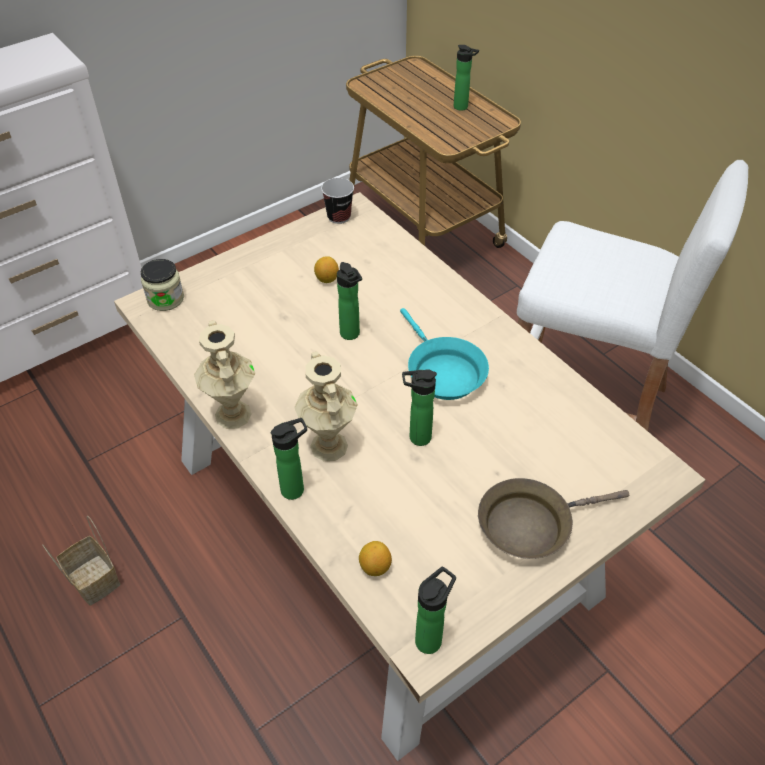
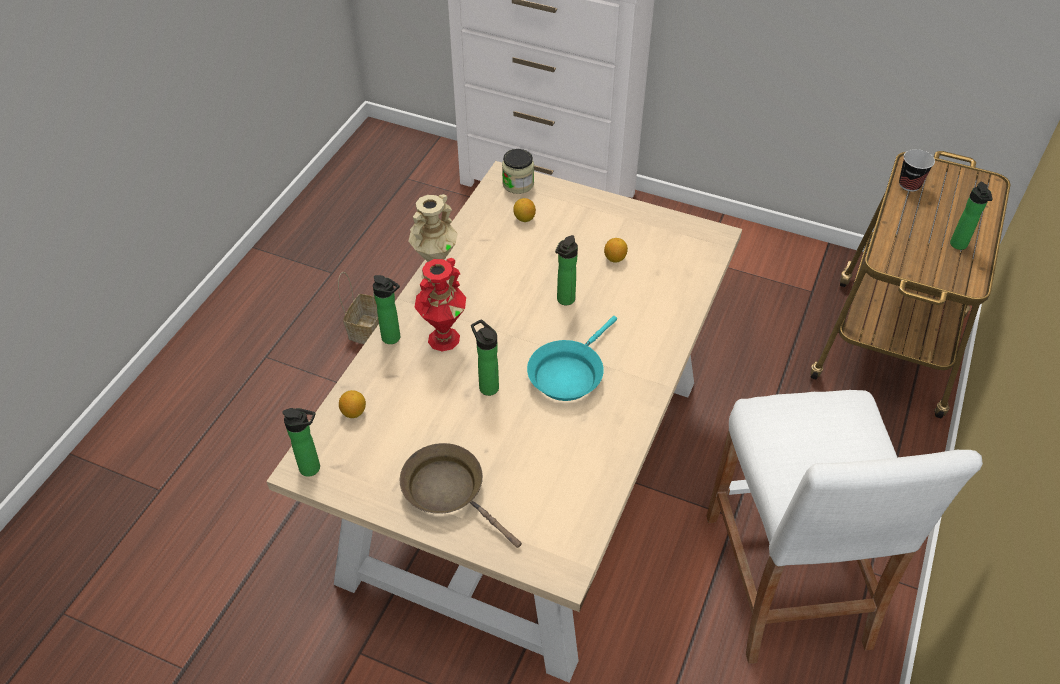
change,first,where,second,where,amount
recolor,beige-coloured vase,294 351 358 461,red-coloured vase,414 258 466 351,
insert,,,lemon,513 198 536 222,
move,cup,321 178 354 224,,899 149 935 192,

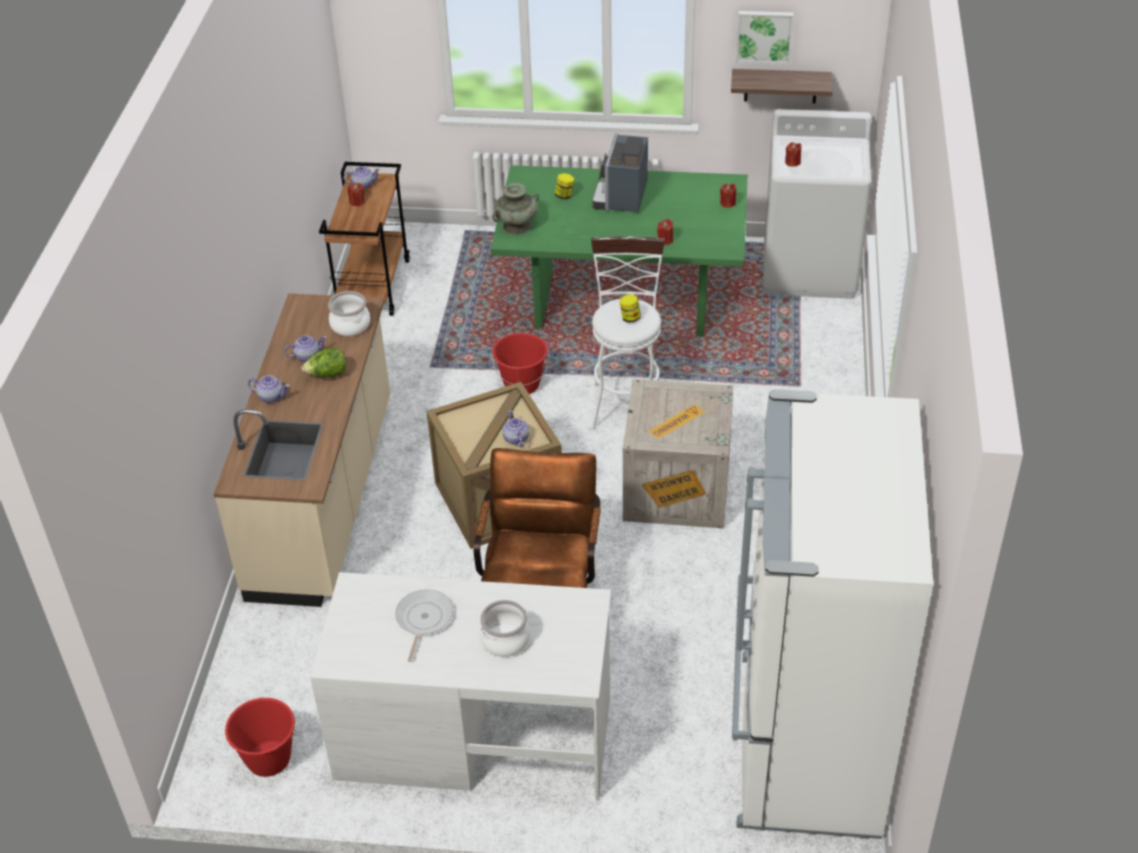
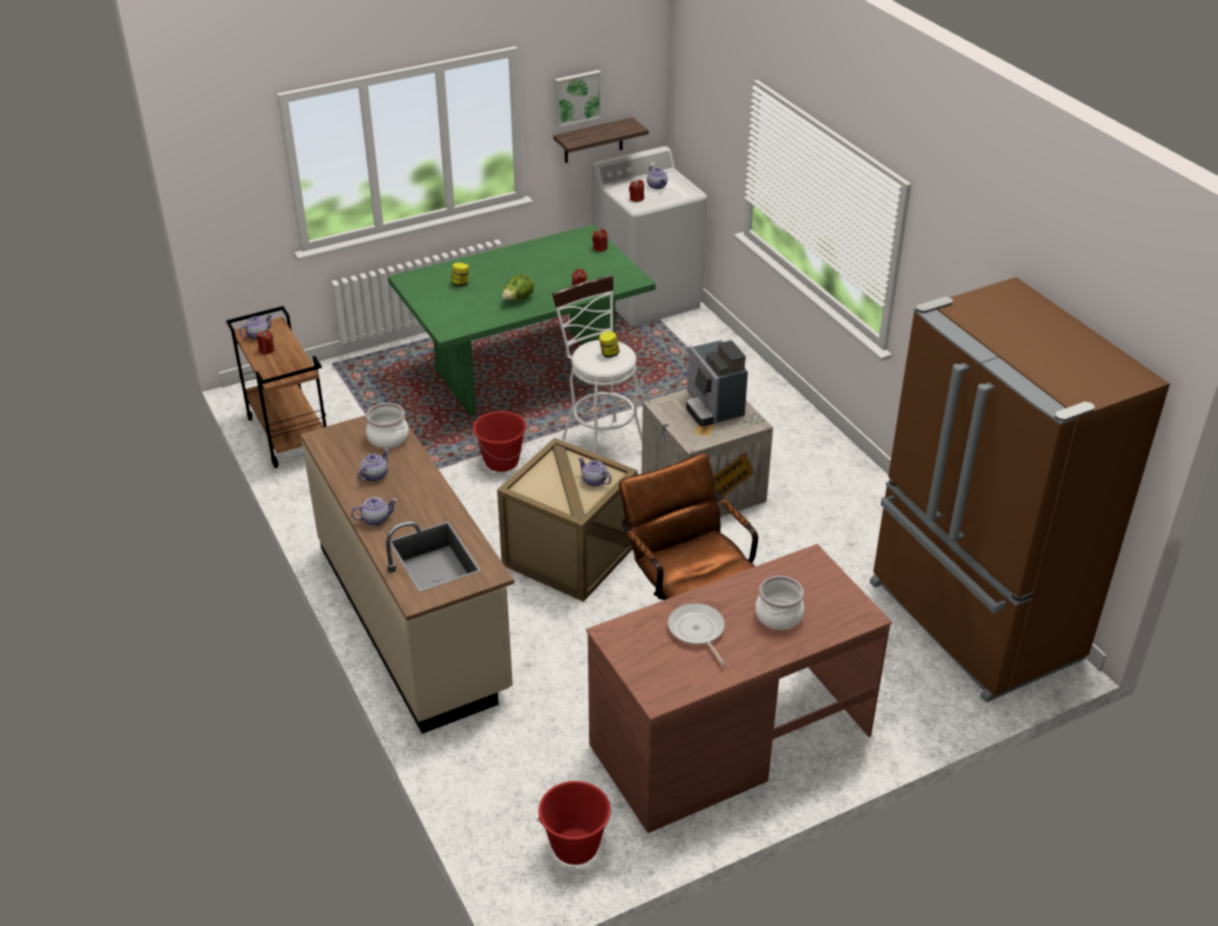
change,first,where,second,where,amount
move,lettuce,302 348 346 378,,502 274 534 300,
recolor,white desk unit,310 572 611 800,brown desk unit,586 544 892 833,
insert,,,pot for tea,647 166 668 189,
move,coffee maker,592 133 648 213,,686 340 748 427,
recolor,white fridge,732 389 933 839,brown fridge,870 277 1170 703,
delete,turquoise-coloured vase,493 183 539 235,,,

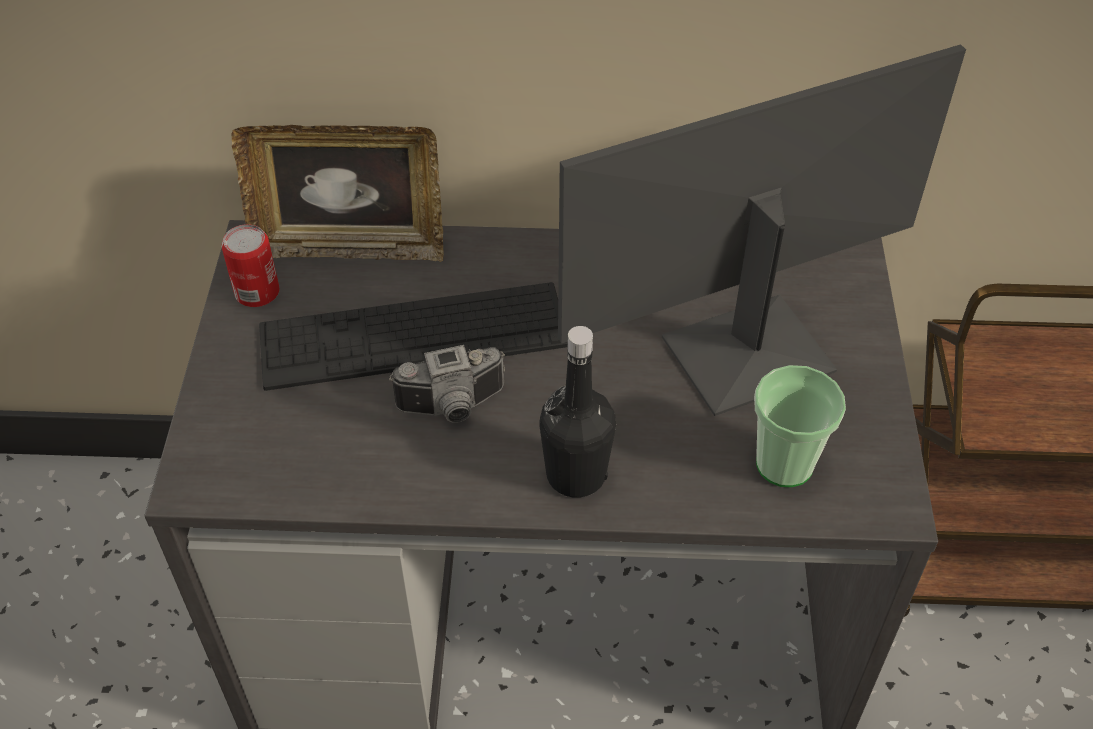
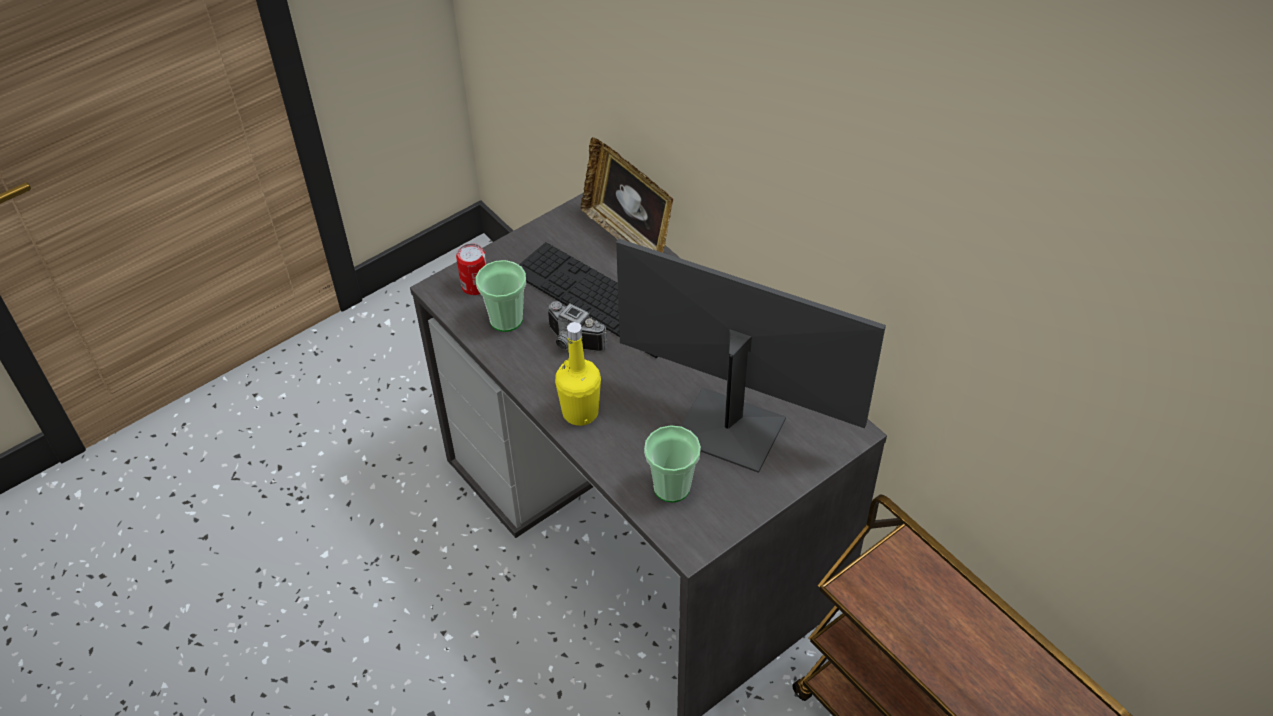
change,first,where,second,where,amount
move,sealed can,221 224 280 307,,456 244 487 295,
insert,,,cup,476 260 526 332,
recolor,black-coloured beverage bottle,539 326 616 498,yellow beverage bottle,555 322 601 426,

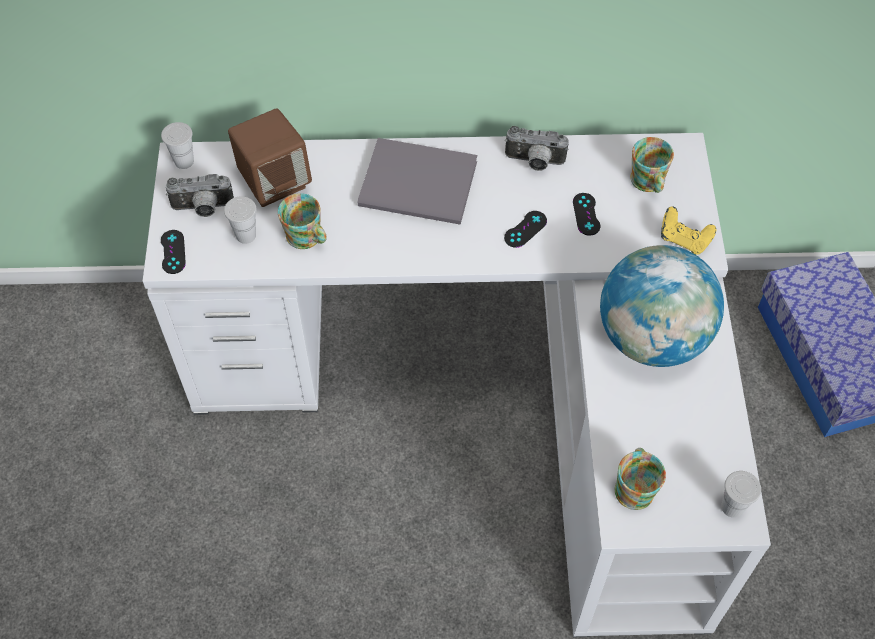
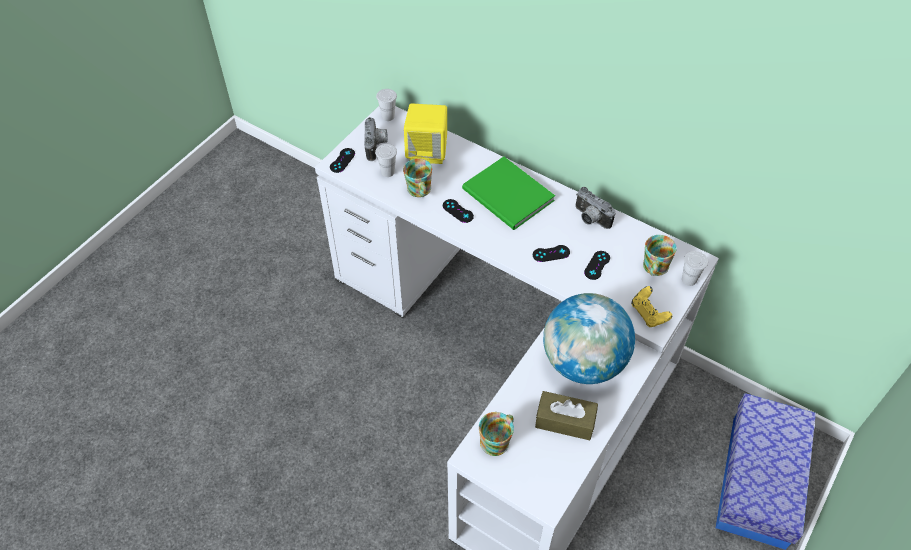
change,first,where,second,where,amount
rotate,still camera,166 174 234 217,,364 117 388 161,120 degrees counterclockwise
recolor,brown speaker,228 108 312 207,yellow speaker,404 103 447 164,
insert,,,black-coloured gamepad,443 199 474 223,
recolor,greyish volume,358 138 477 225,green volume,462 157 555 230,
insert,,,brown tissue holder,535 391 598 440,
move,white cup,721 471 761 518,,682 251 708 286,

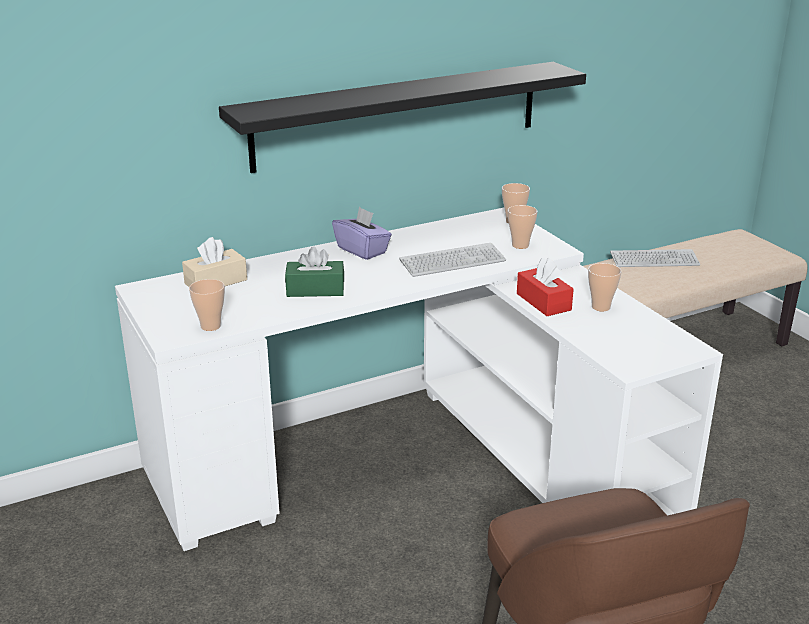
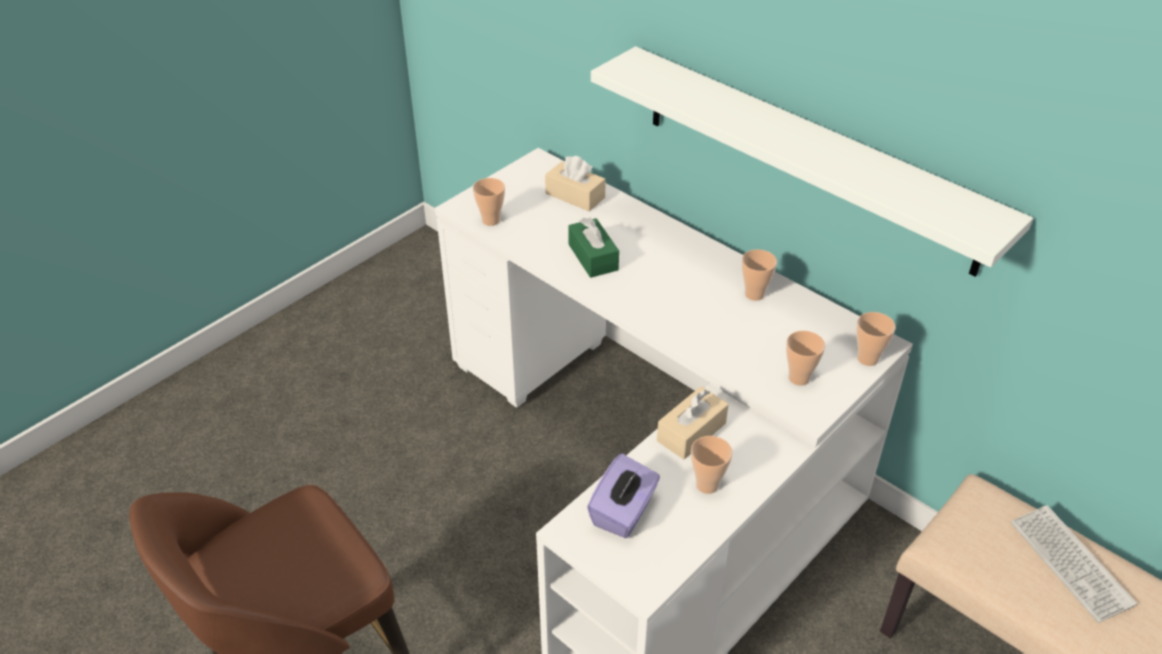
change,first,where,second,where,amount
move,purple-coloured tissue holder,332 207 392 260,,587 454 660 538,
recolor,black-coloured shelf,219 62 586 173,white shelf,591 46 1033 277,
recolor,red-coloured tissue holder,517 258 574 316,beige-coloured tissue holder,657 387 729 459,
insert,,,cup,742 249 777 301,
delete,computer keyboard,399 243 506 277,,,

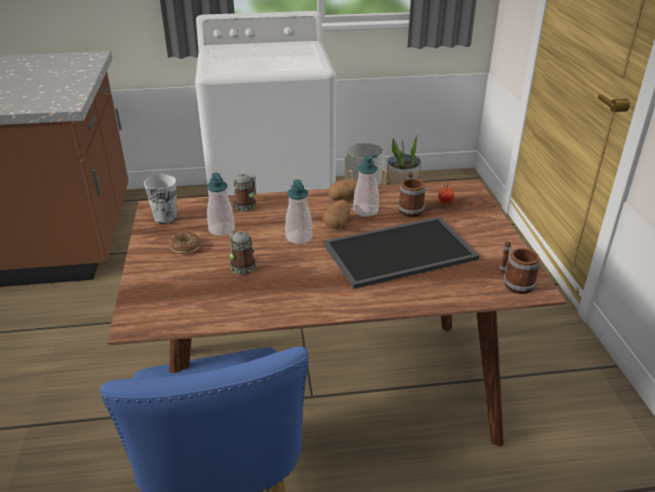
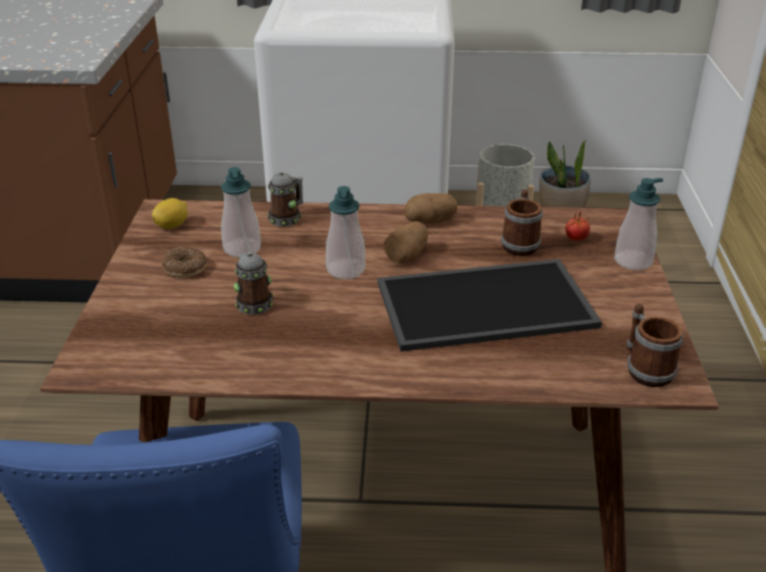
change,first,where,second,where,amount
replace,cup,144 175 177 224,lemon,152 198 188 229,
move,soap dispenser,353 155 379 217,,614 178 663 270,

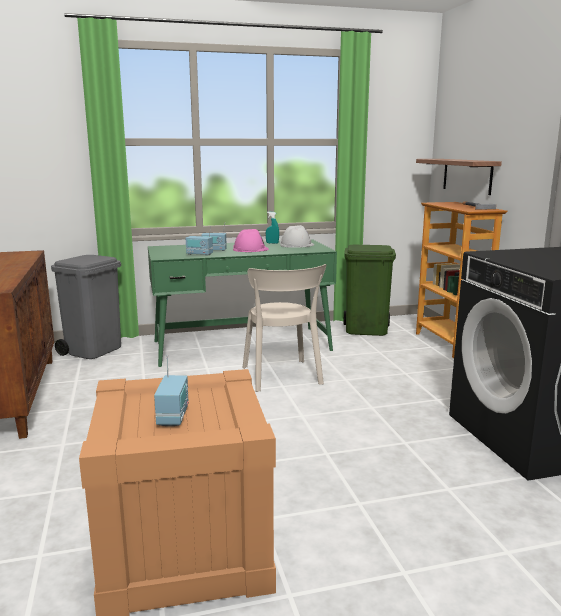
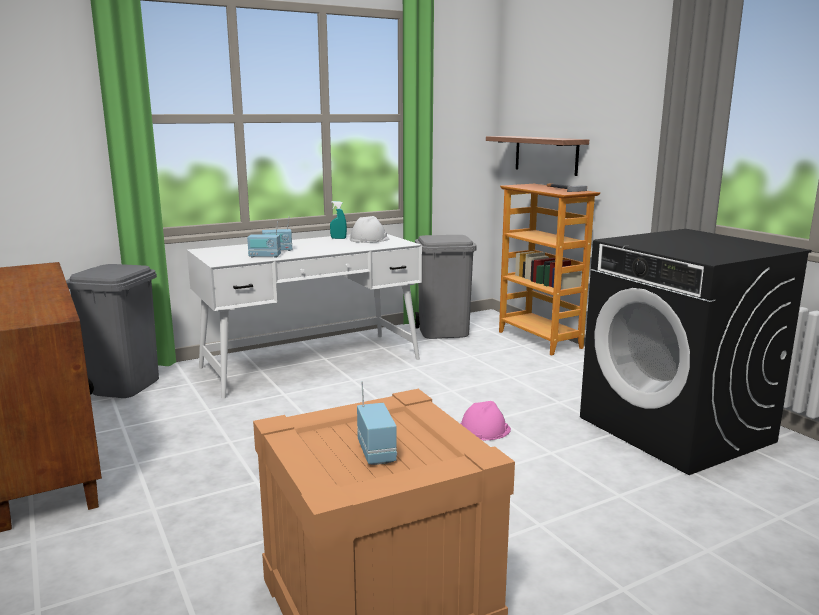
change,first,where,second,where,amount
recolor,green desk unit,148 239 337 367,white desk unit,187 234 422 399,
recolor,green waste bin,343 245 396 336,greyish waste bin,415 235 477 339,
move,pink-coloured safety helmet,233 229 269 252,,460 401 511 440,
delete,beige-coloured chair,242 264 327 392,,,

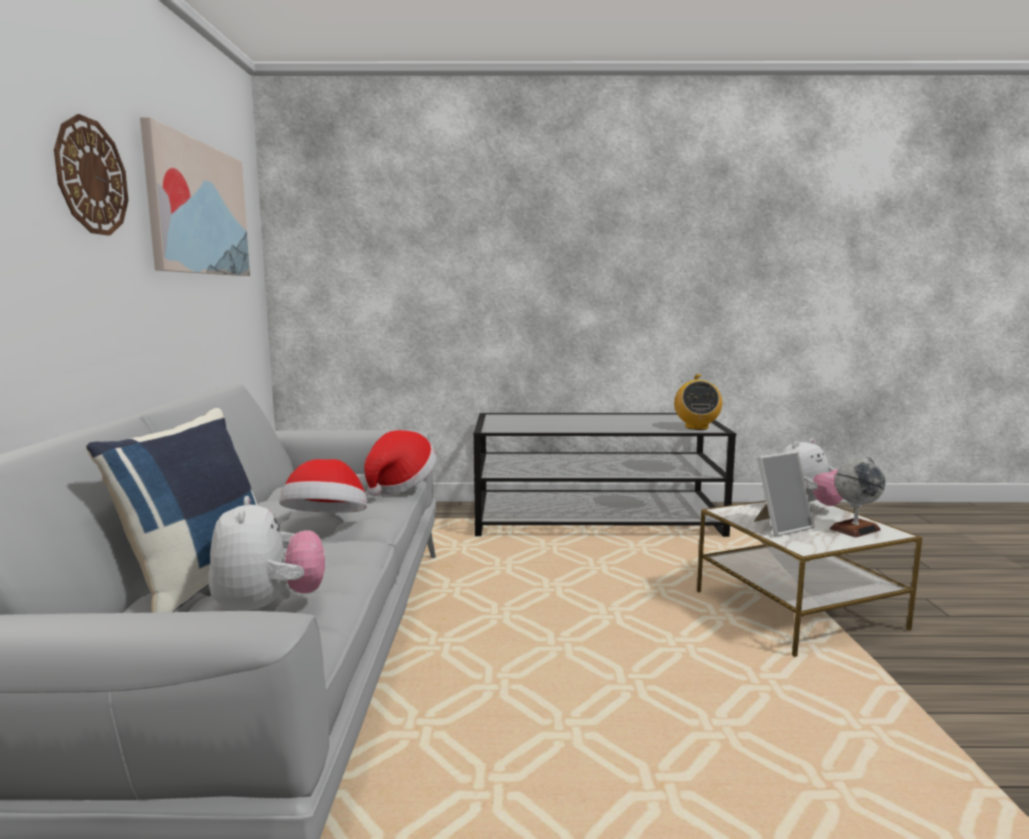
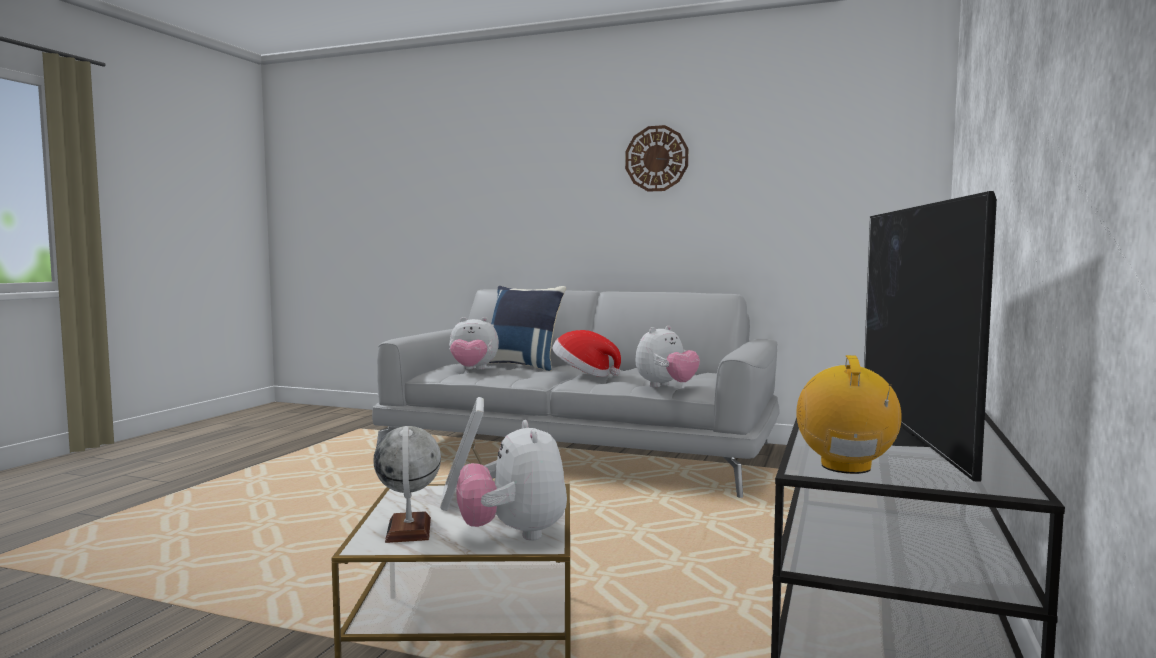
change,first,where,second,where,amount
replace,wearable hat,364 430 436 496,cuddly toy,636 325 700 387,
rotate,radio,674 374 722 430,,796 355 902 474,75 degrees clockwise
insert,,,TV set,864 191 997 482,
delete,wall art,140 117 250 276,,,

